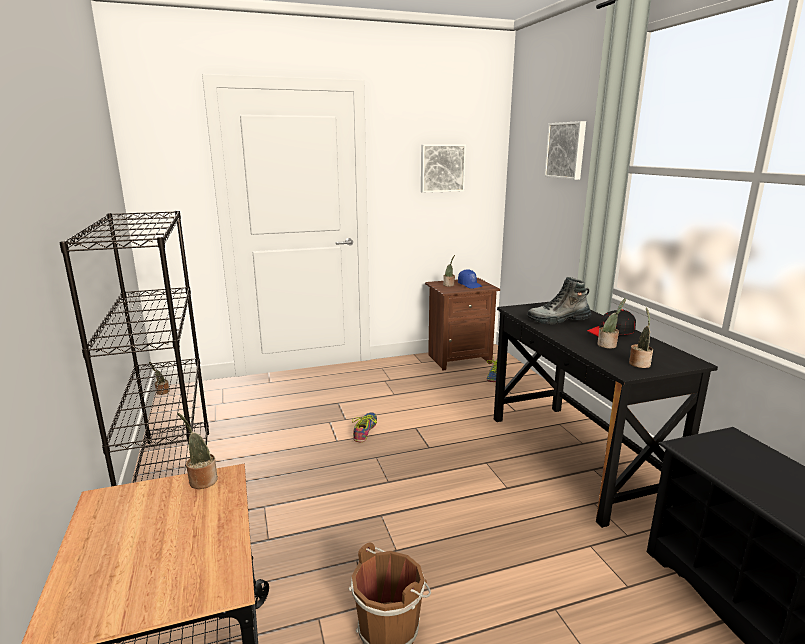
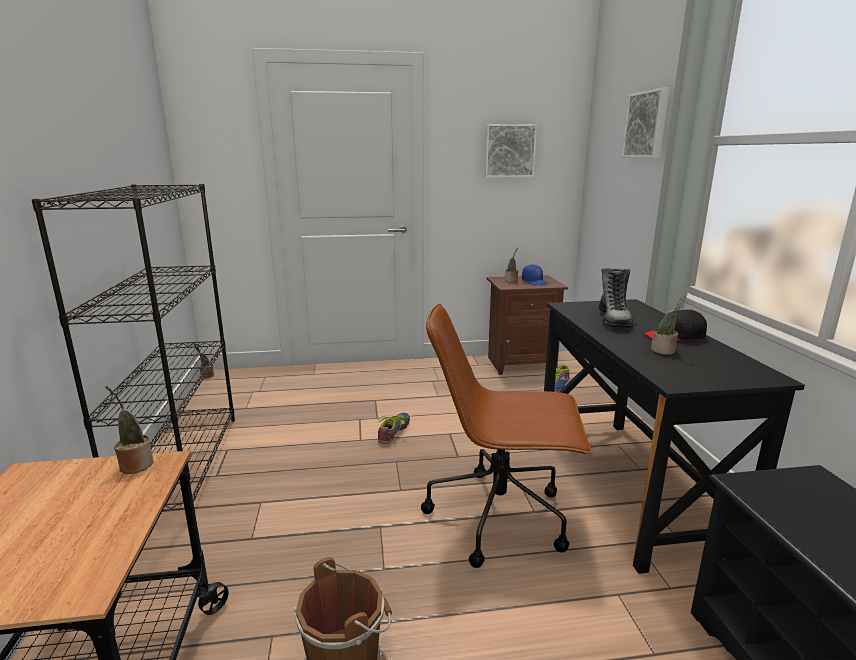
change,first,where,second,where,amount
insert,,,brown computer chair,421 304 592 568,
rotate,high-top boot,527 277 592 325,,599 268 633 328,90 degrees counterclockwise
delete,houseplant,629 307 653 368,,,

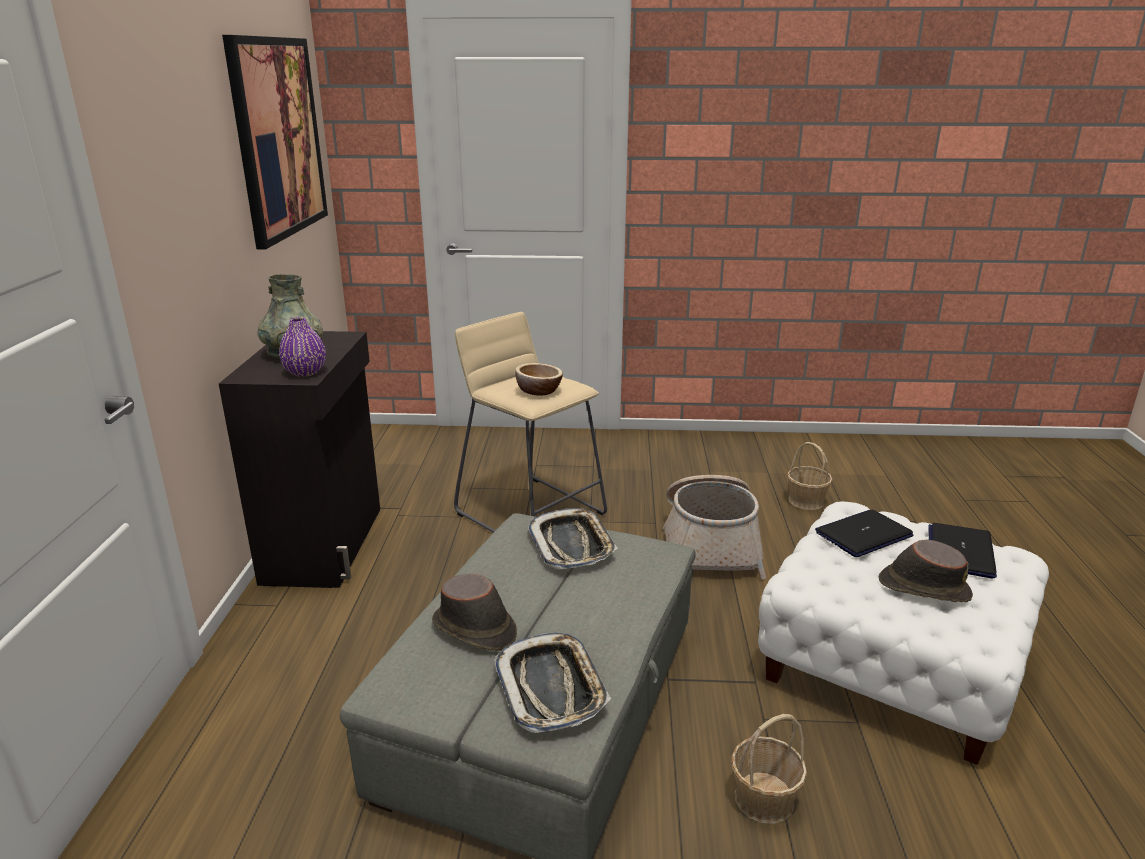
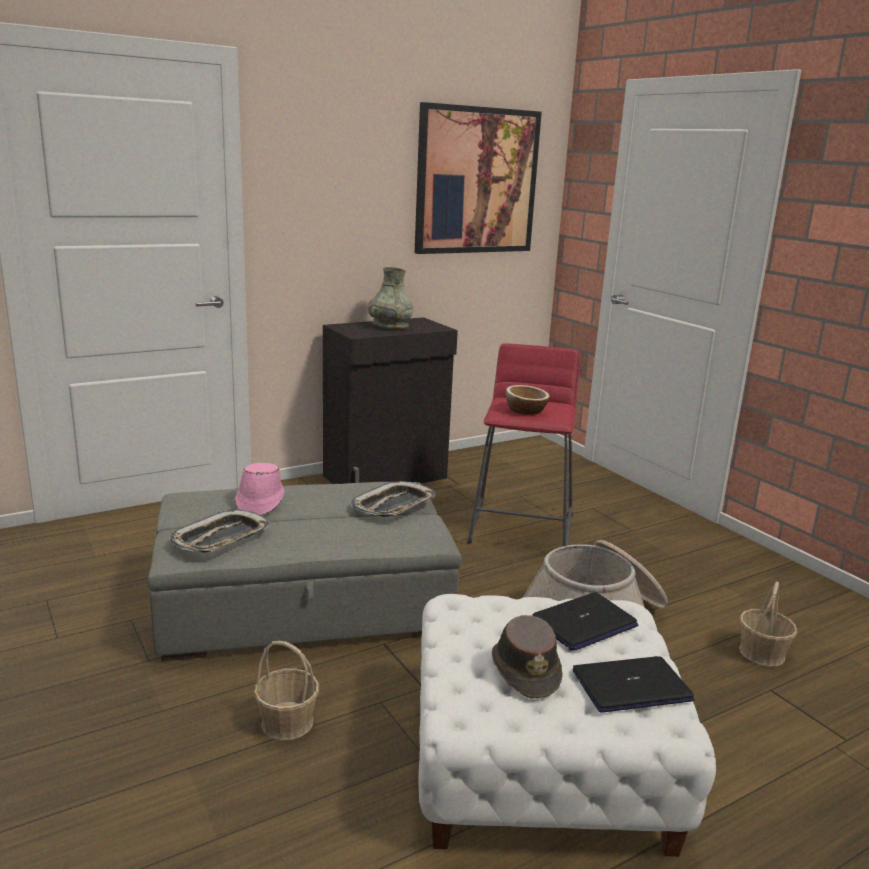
change,first,where,second,where,amount
recolor,brown wearable hat,432 574 517 651,pink-coloured wearable hat,235 463 285 515,
recolor,beige-coloured stool,454 312 607 533,red-coloured stool,467 343 580 546,
rotate,laptop,815 510 913 557,,533 592 638 651,120 degrees clockwise
delete,purple-coloured vase,279 317 326 377,,,

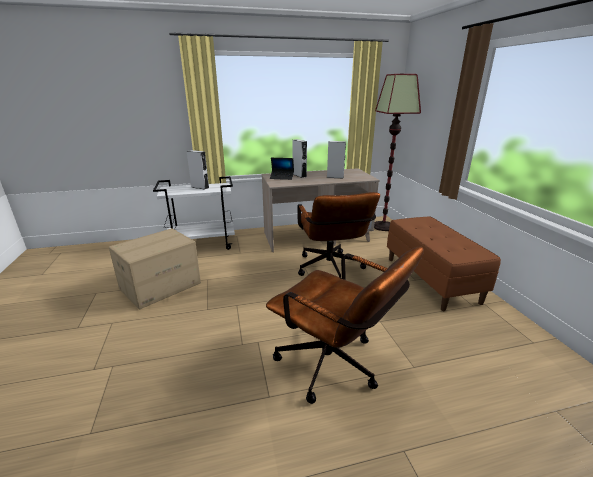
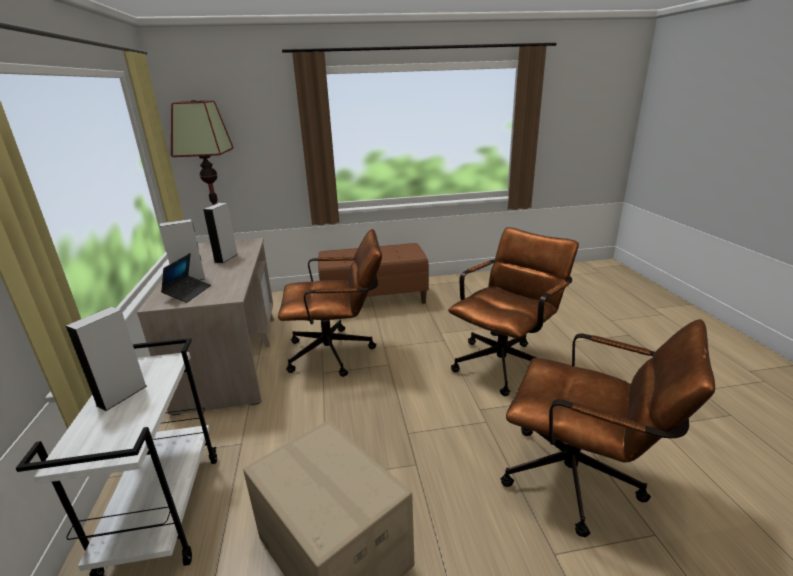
change,first,where,second,where,amount
insert,,,brown computer chair,500 319 715 537,

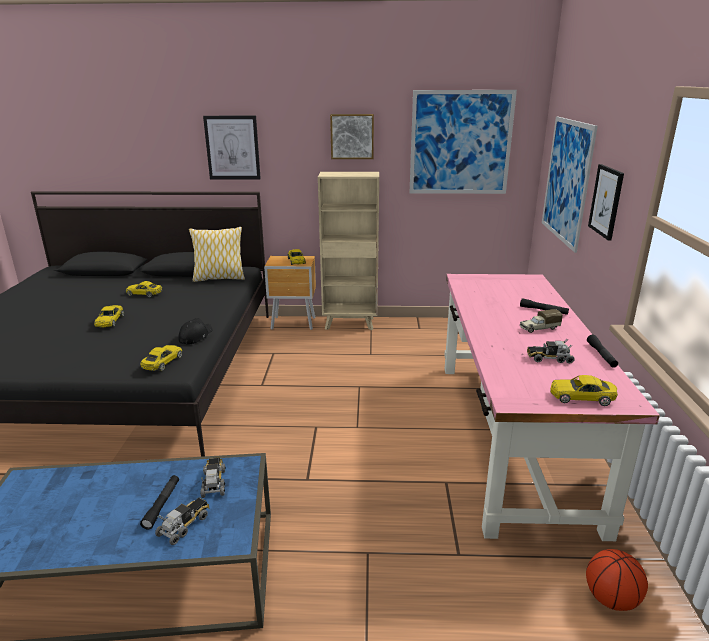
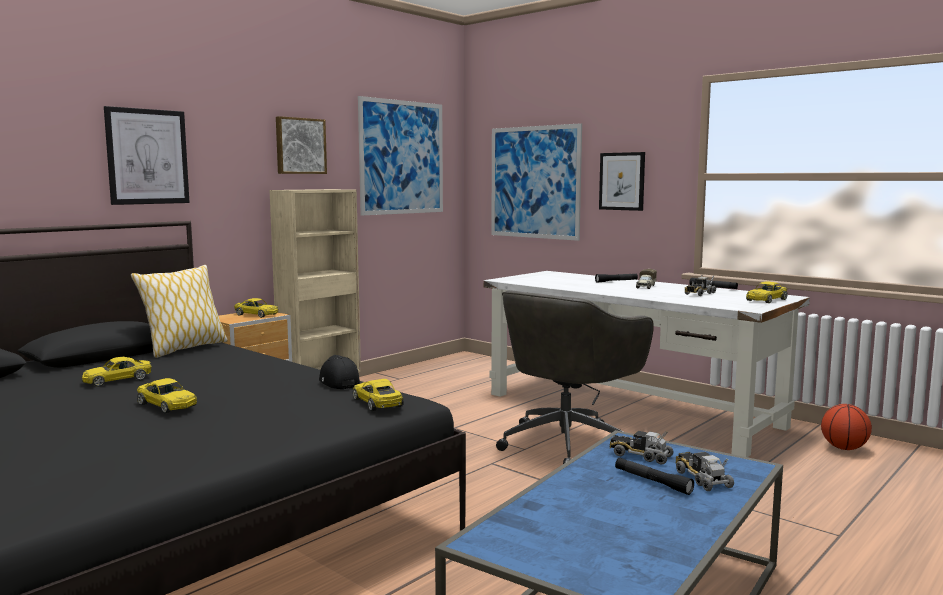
change,first,where,second,where,amount
recolor,pink-coloured desk unit,444 274 660 541,white desk unit,484 271 810 457,
insert,,,greyish computer chair,496 290 654 464,

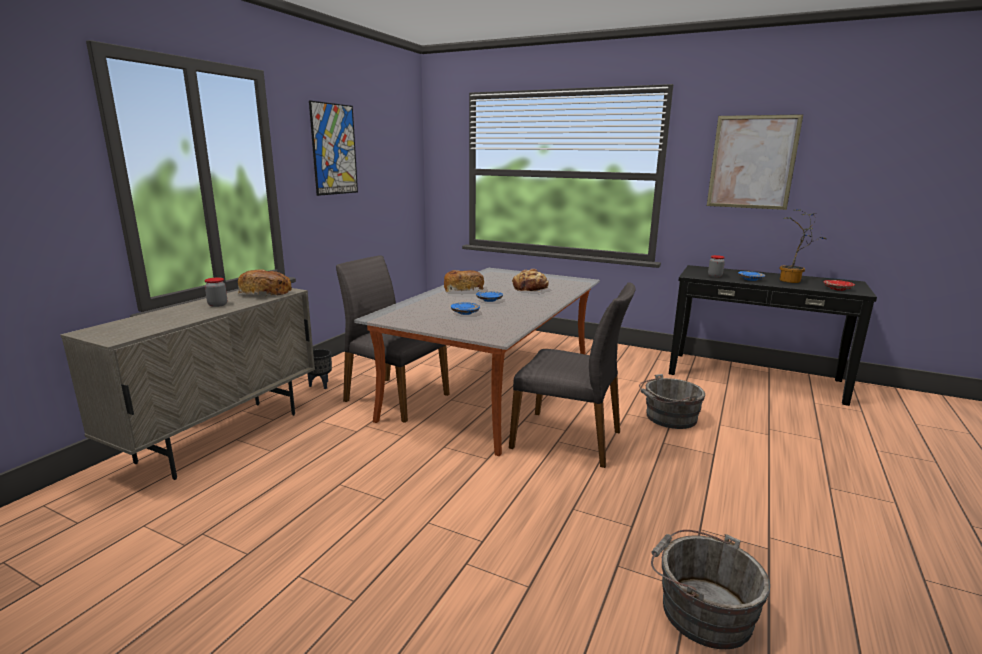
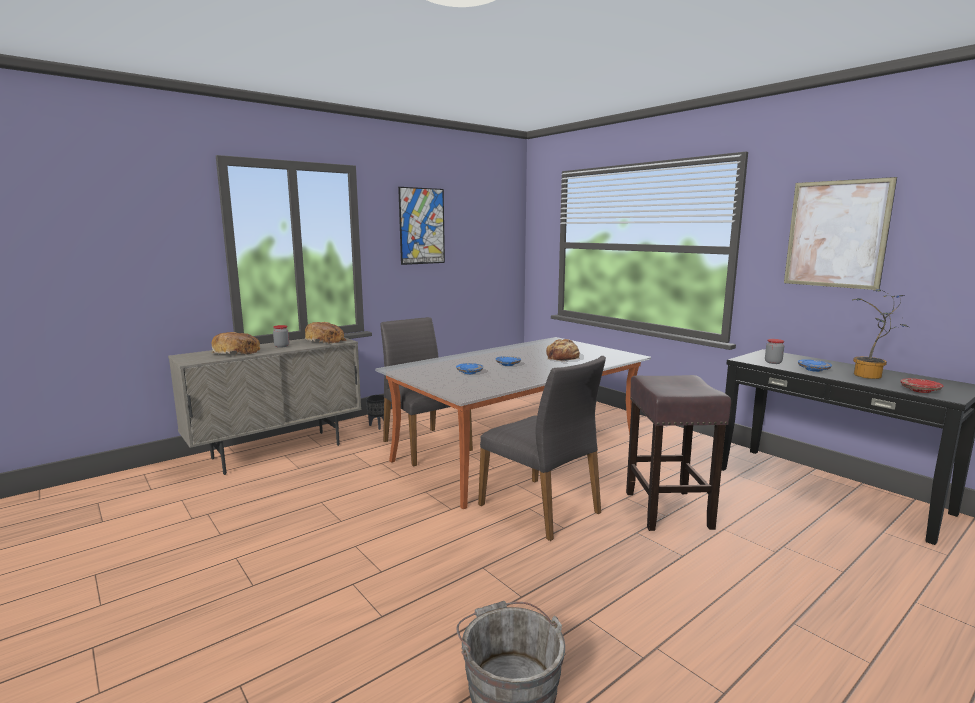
change,first,where,second,where,amount
move,bakery bread,444 270 484 292,,212 332 260 355,
replace,greyish water bucket,639 374 705 429,brown stool,626 375 731 531,

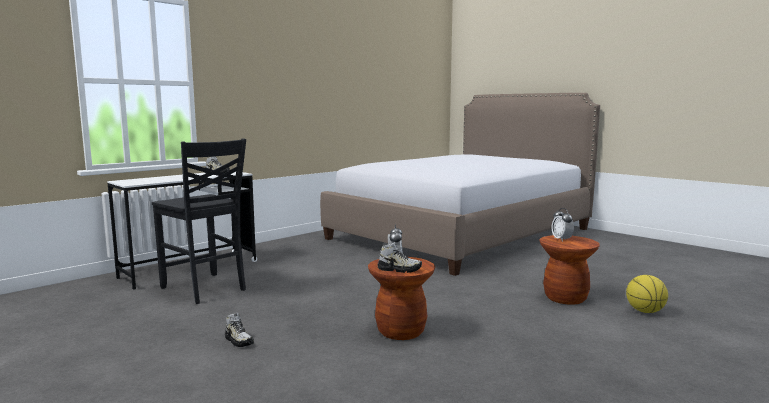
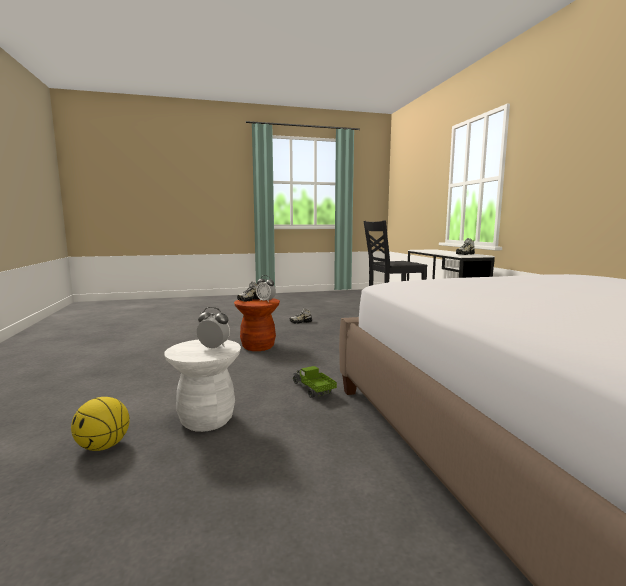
change,first,where,second,where,amount
recolor,brown stool,539 235 600 305,white stool,164 339 241 432,
insert,,,toy truck,293 366 337 398,

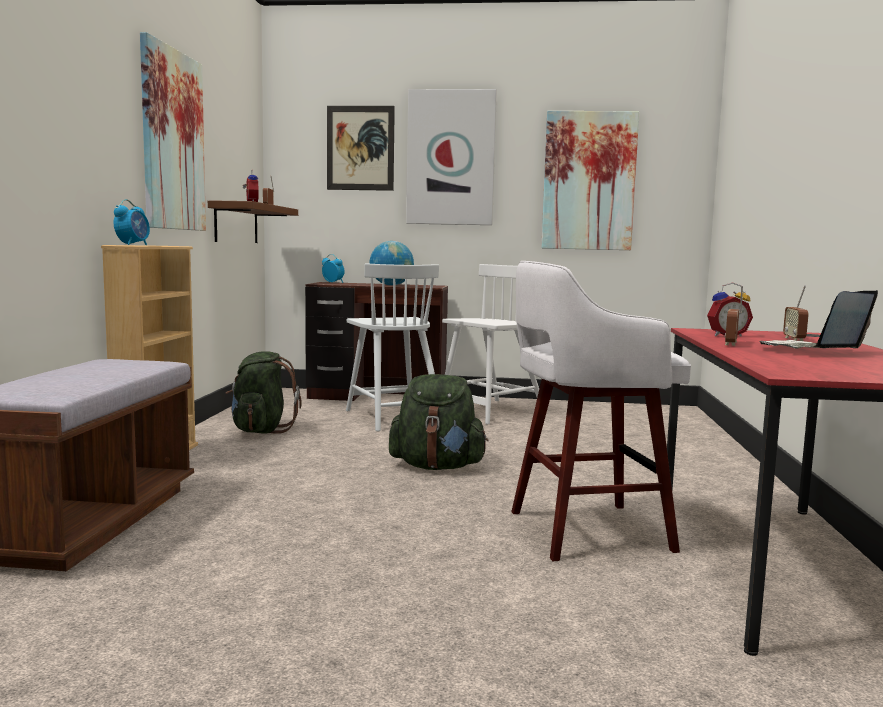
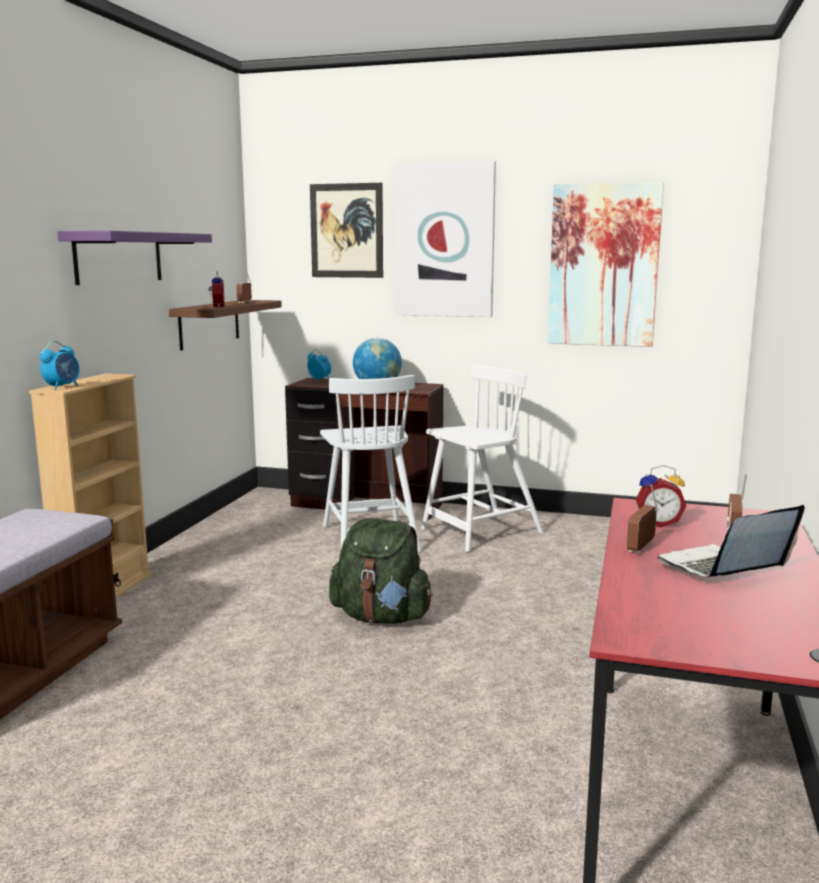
change,first,where,second,where,amount
replace,wall art,140 32 206 231,purple-coloured shelf,57 231 212 285,
delete,green backpack,225 352 302 434,,,
delete,white stool,511 261 691 561,,,

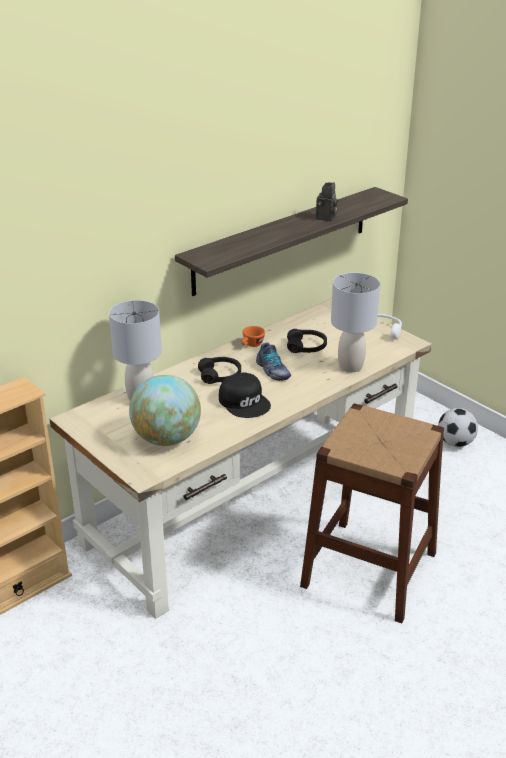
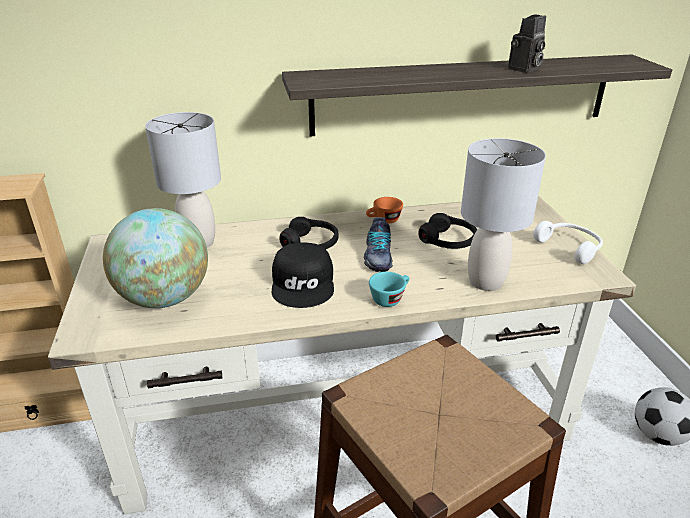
change,first,where,second,where,amount
insert,,,turquoise-coloured cup,369 272 409 307,

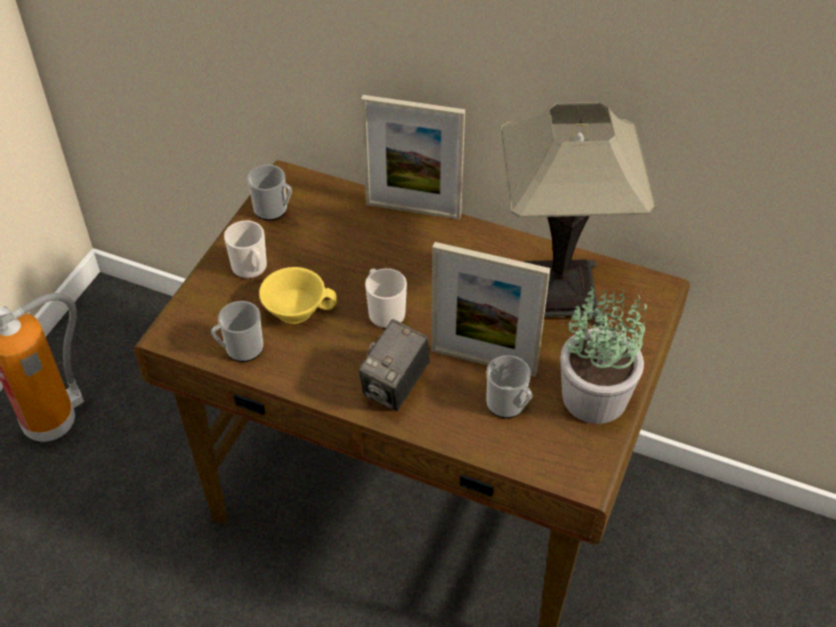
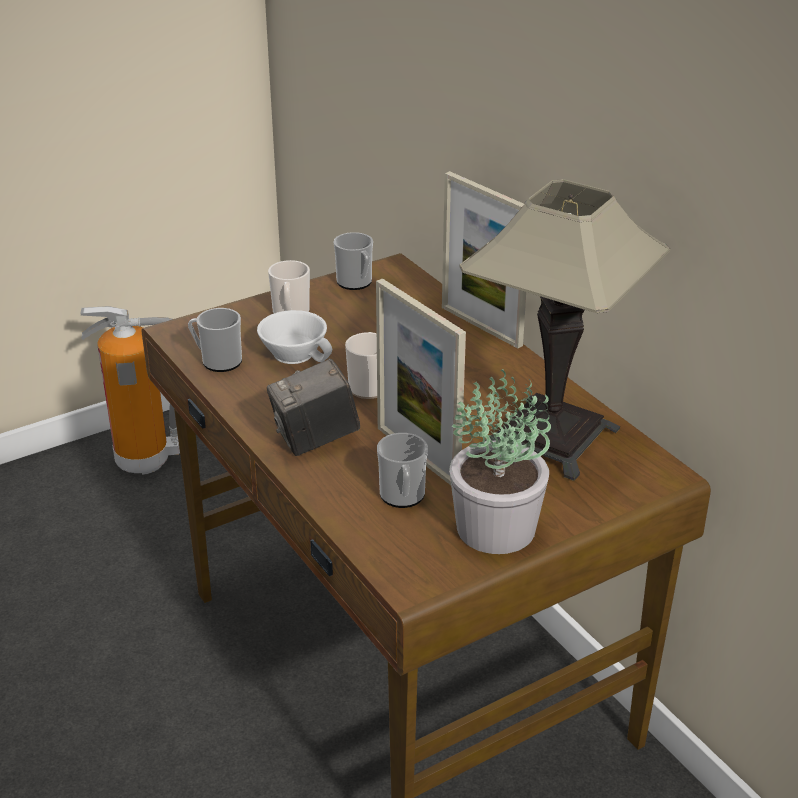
change,first,where,second,where,amount
recolor,yellow cup,259 267 337 324,white cup,257 310 332 364,

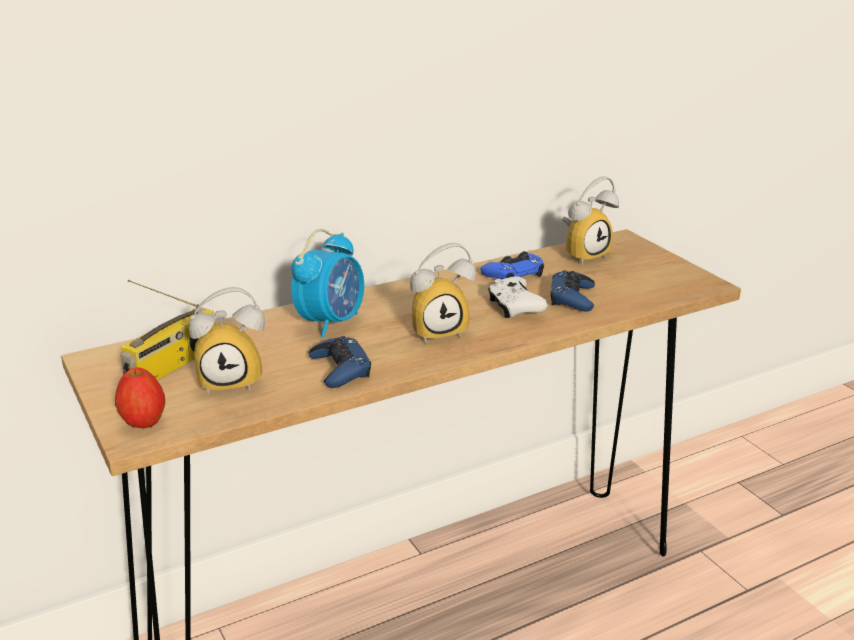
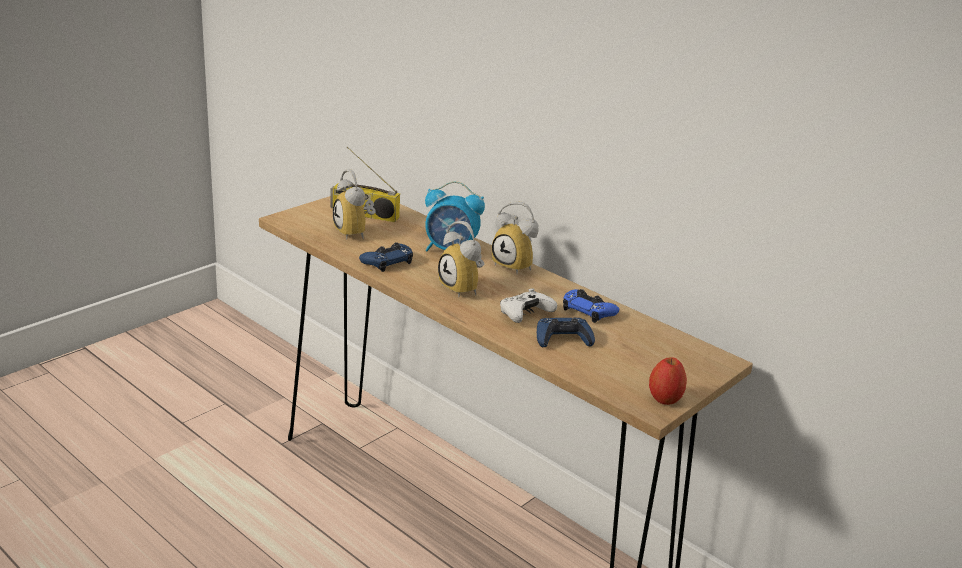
change,first,where,second,where,amount
move,alarm clock,562 176 619 265,,492 201 539 274,
move,apple,115 367 165 428,,649 357 687 405,

